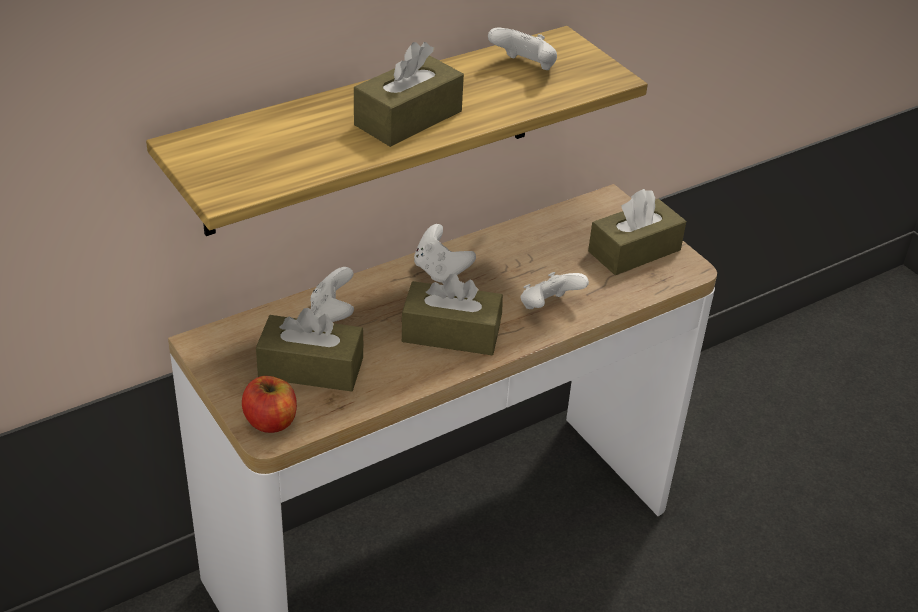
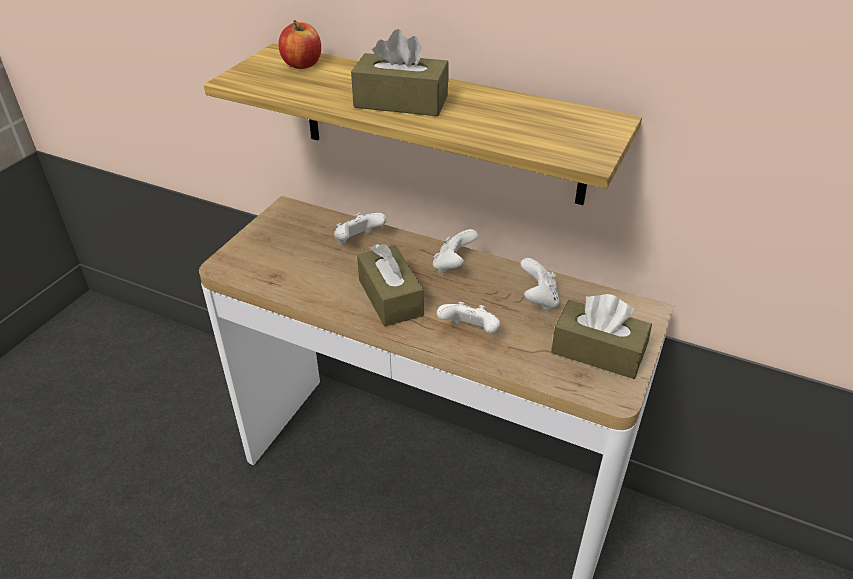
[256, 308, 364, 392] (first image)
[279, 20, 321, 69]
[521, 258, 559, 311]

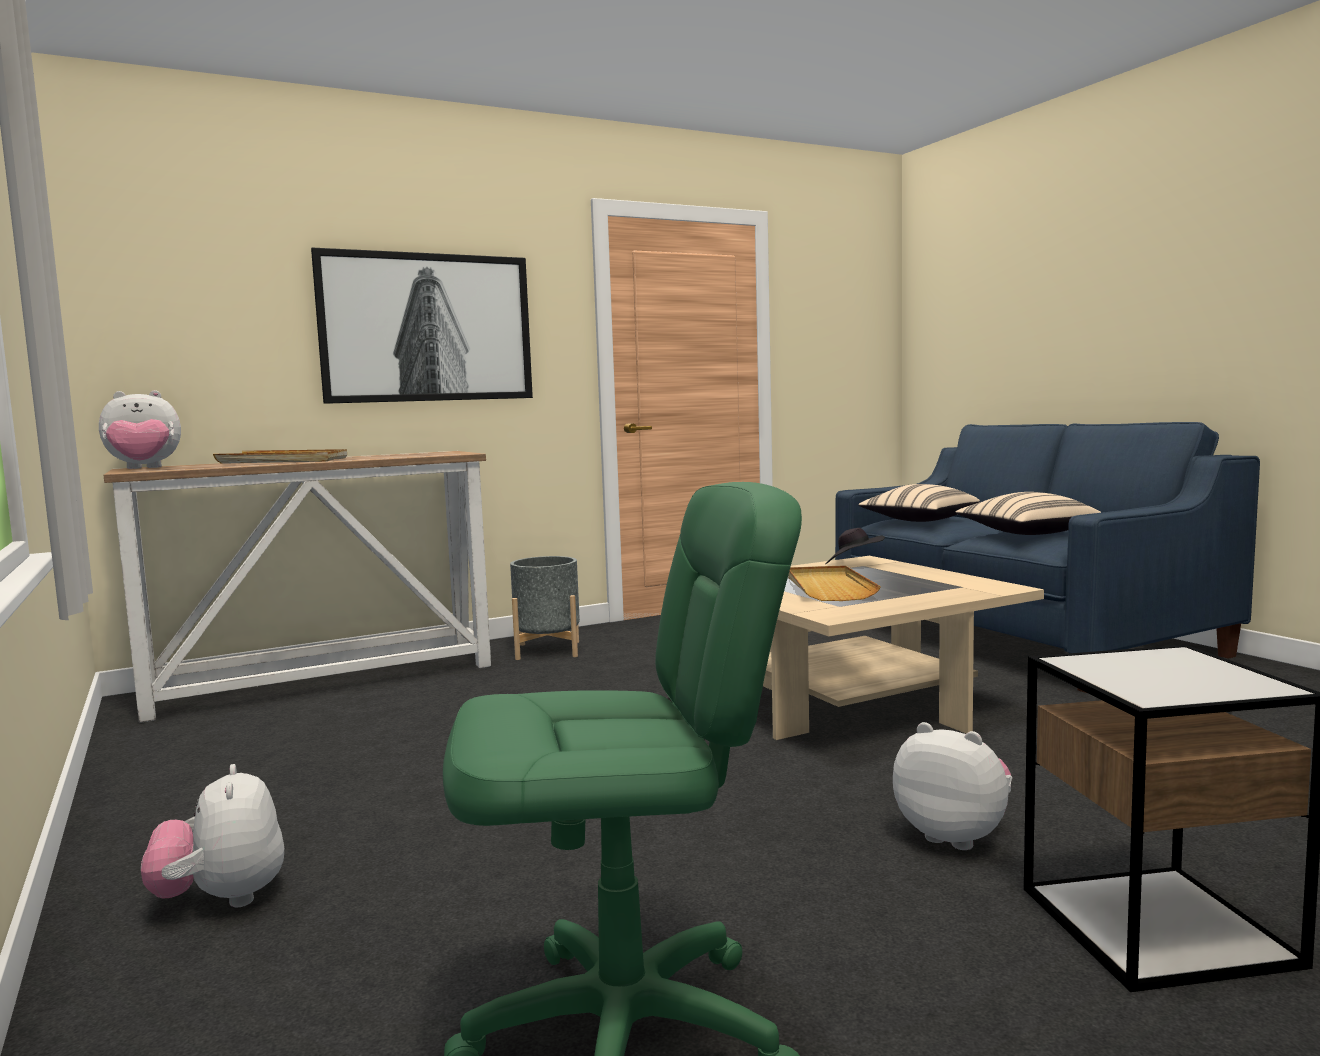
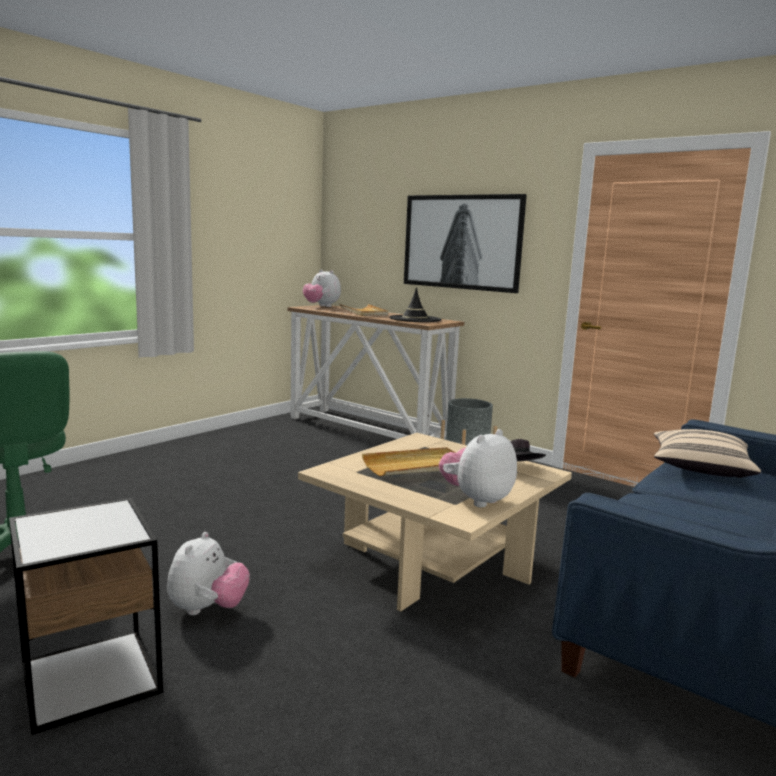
[955, 492, 1102, 535] (first image)
[390, 287, 442, 322]
[439, 429, 517, 507]

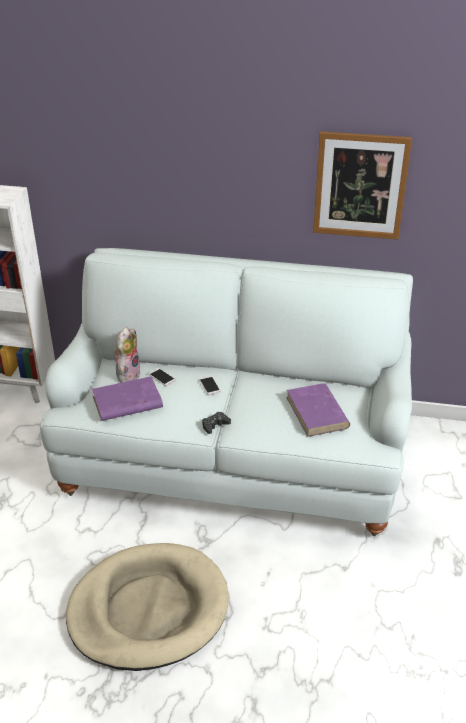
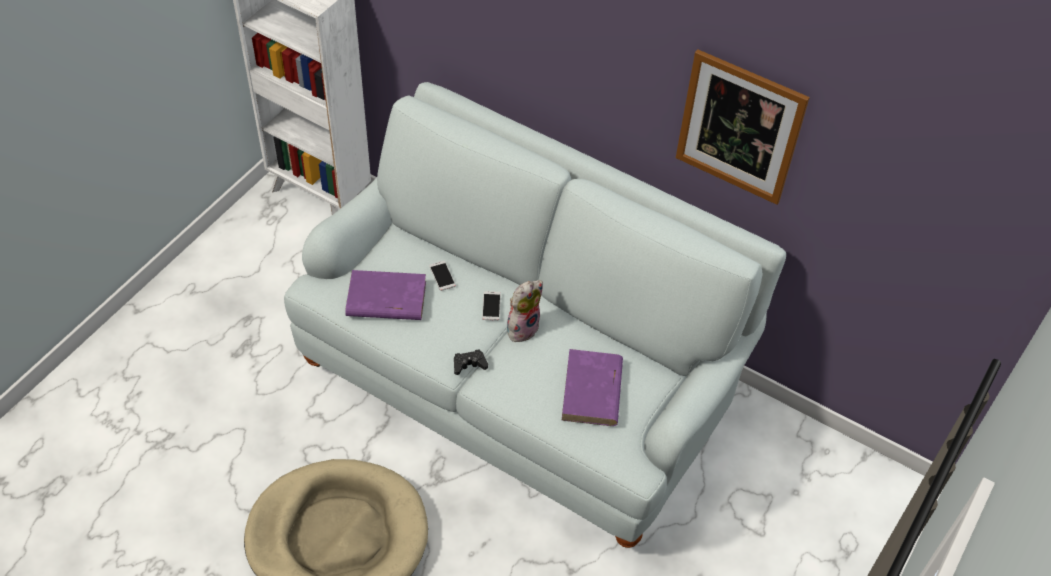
[507, 280, 543, 342]

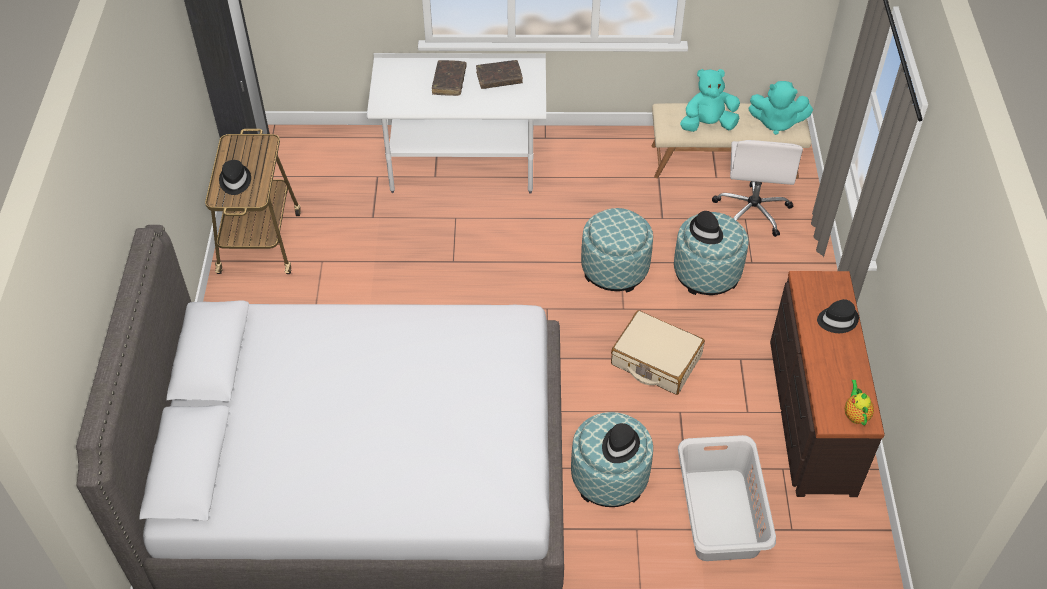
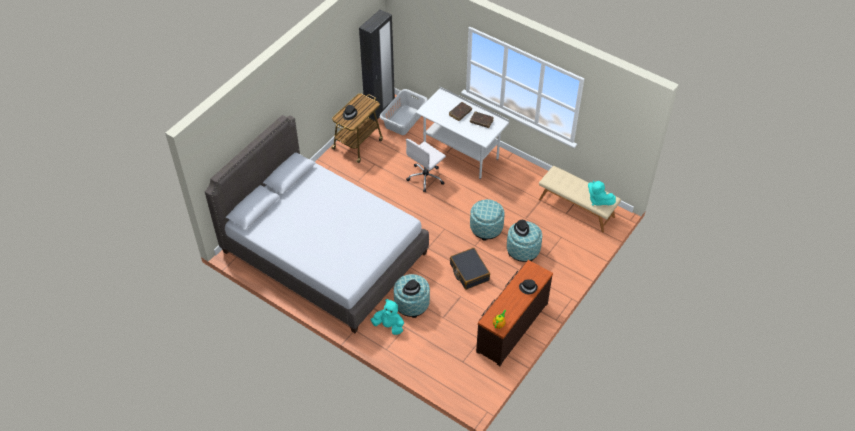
[380, 89, 428, 135]
[370, 299, 404, 335]
[406, 139, 446, 192]
[450, 248, 490, 290]

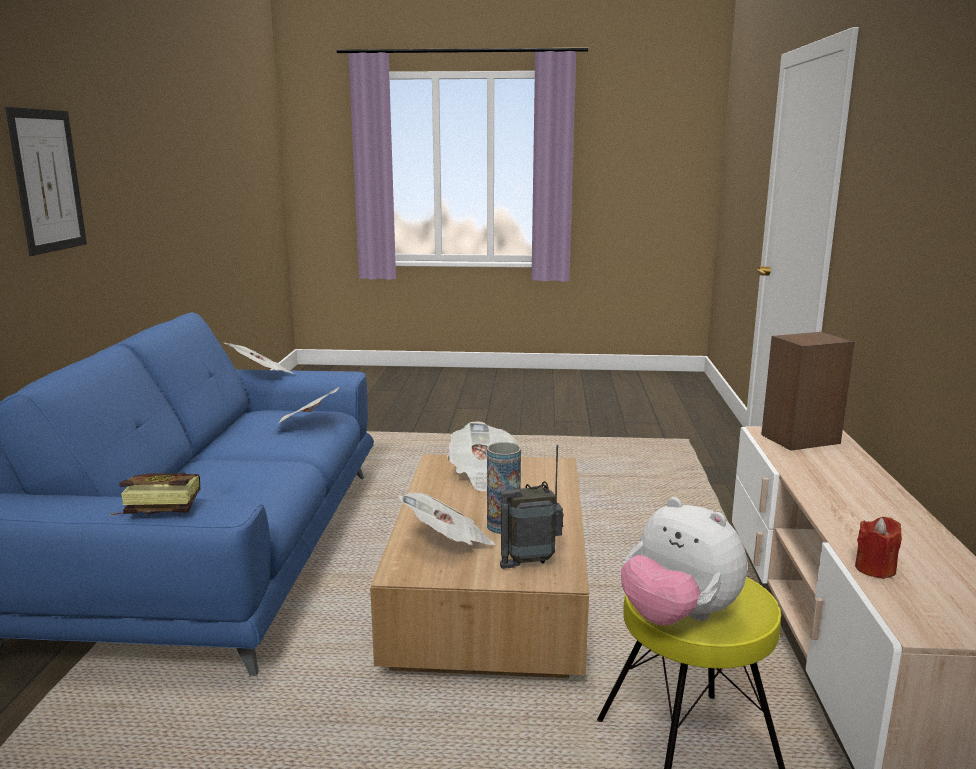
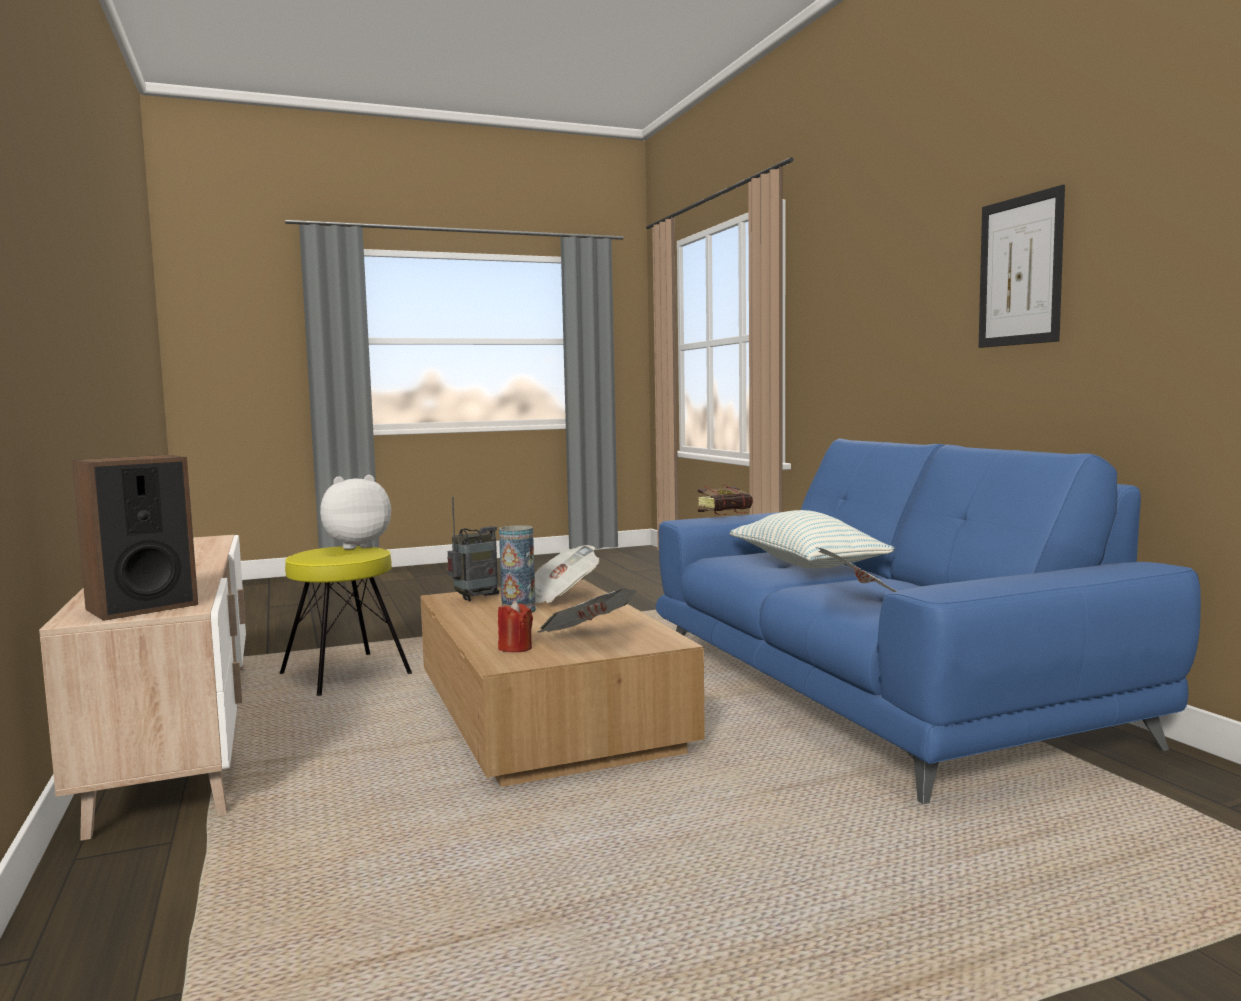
[225, 343, 295, 374] (first image)
[730, 510, 895, 569]
[498, 600, 533, 652]
[320, 475, 391, 549]

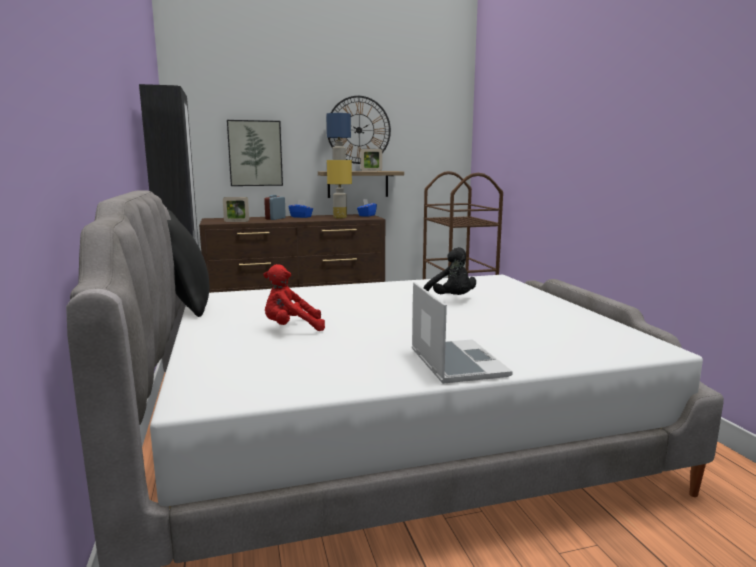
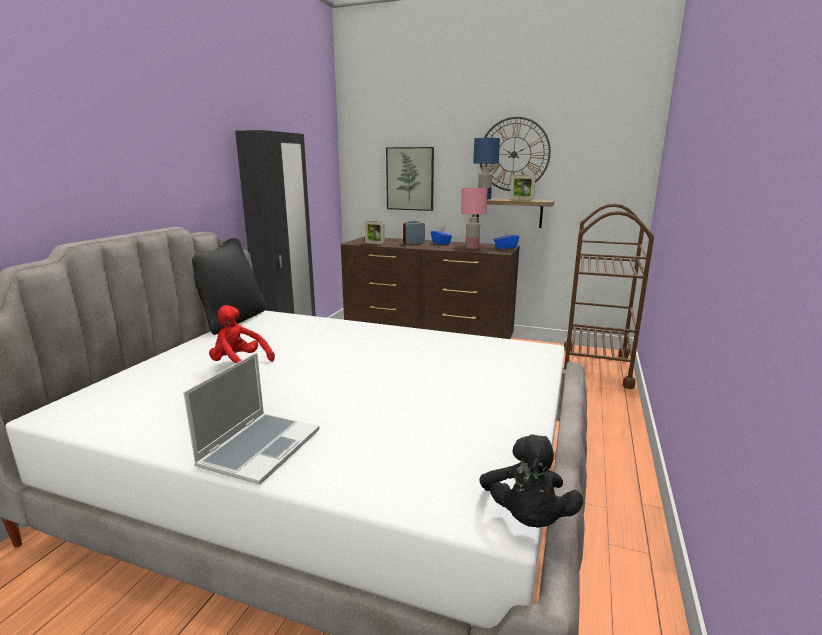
[479, 434, 583, 528]
[461, 188, 488, 249]

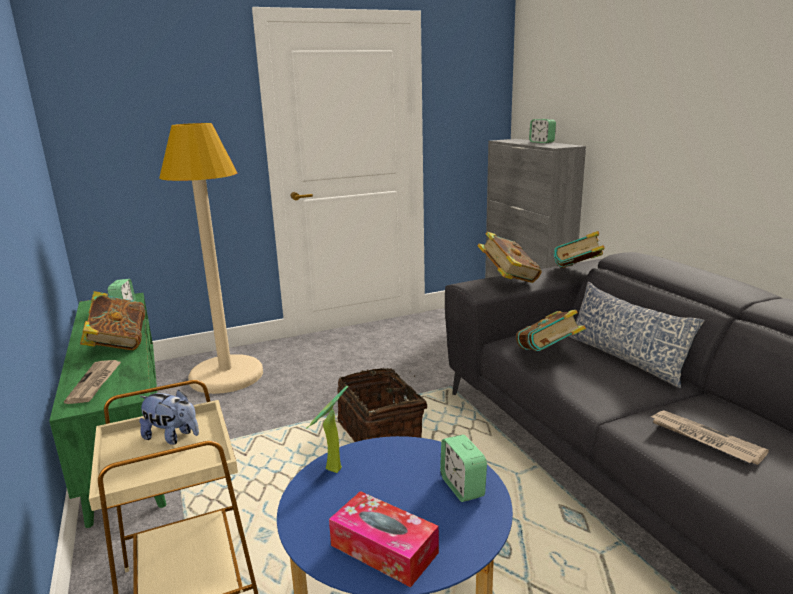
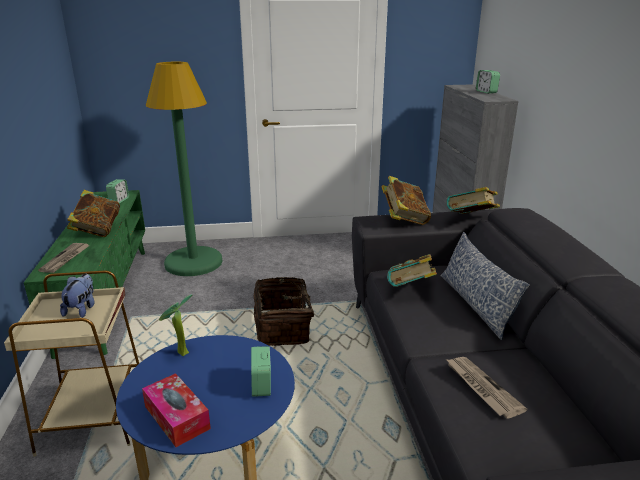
[146, 62, 223, 276]
[60, 274, 94, 318]

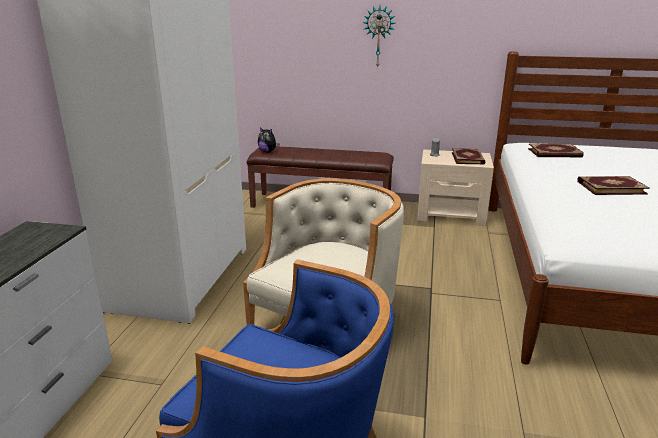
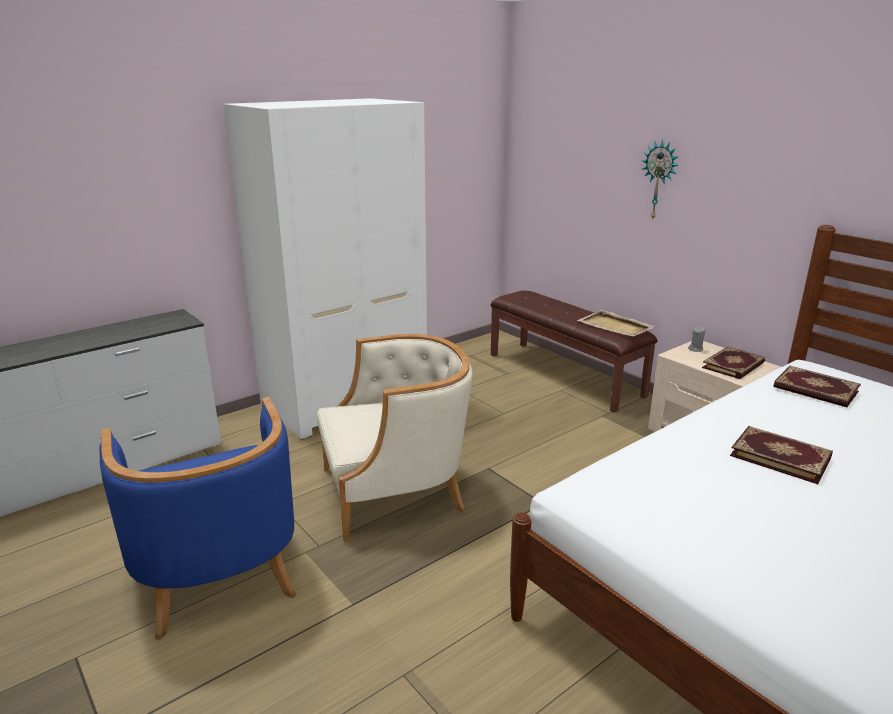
[258, 127, 279, 152] (first image)
[577, 310, 655, 337]

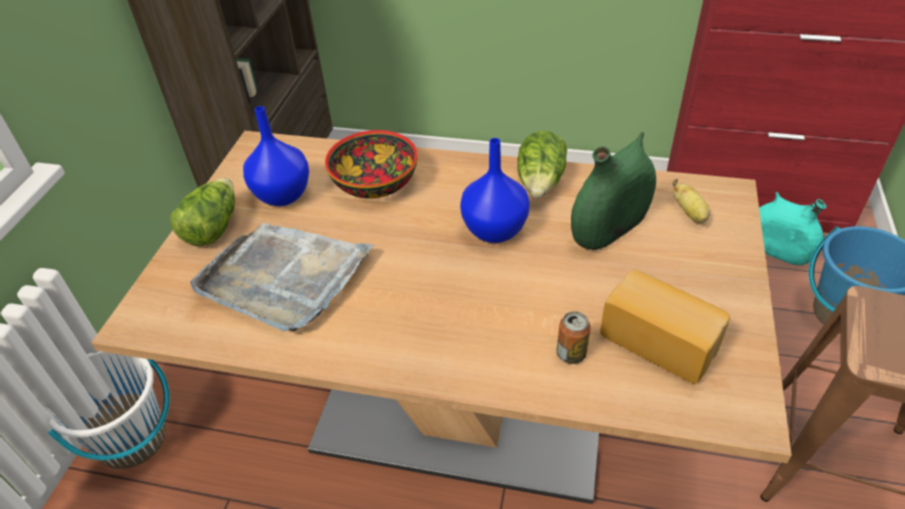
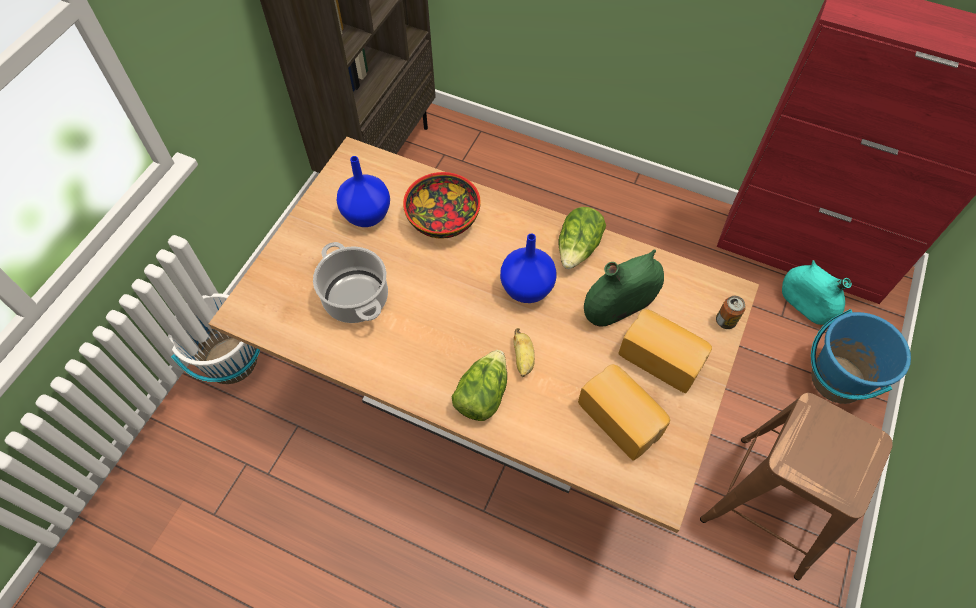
[618, 309, 712, 393]
[452, 350, 507, 421]
[716, 296, 746, 329]
[513, 328, 535, 377]
[313, 242, 388, 323]

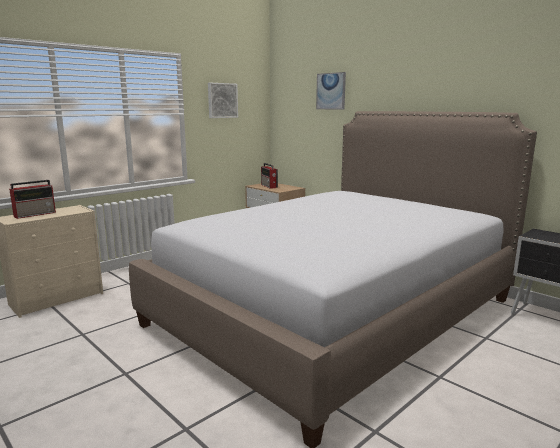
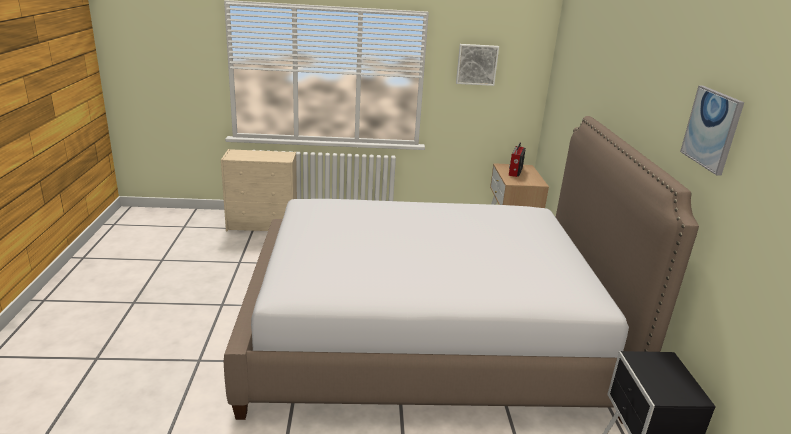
[9, 180, 56, 219] (first image)
[680, 85, 744, 176]

